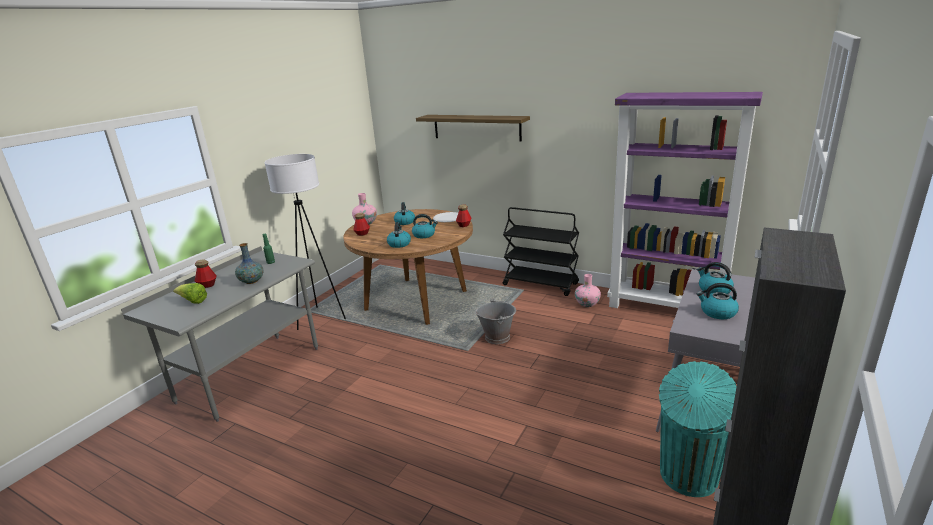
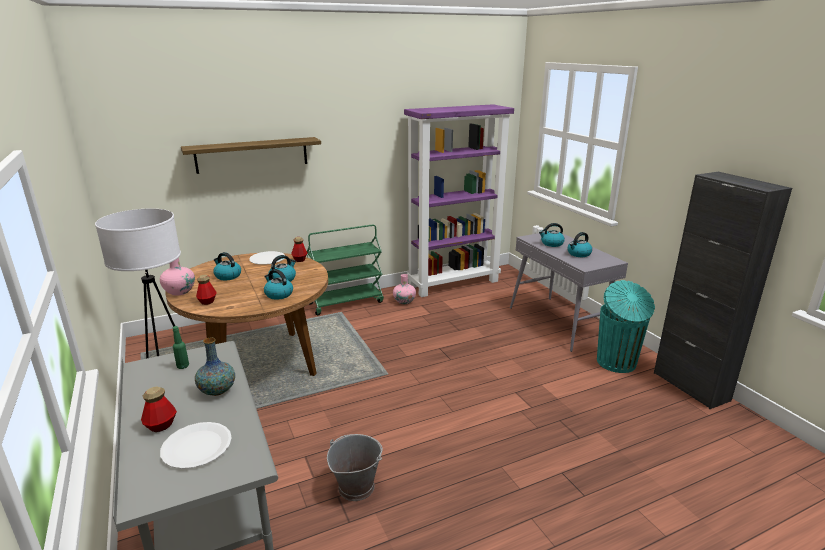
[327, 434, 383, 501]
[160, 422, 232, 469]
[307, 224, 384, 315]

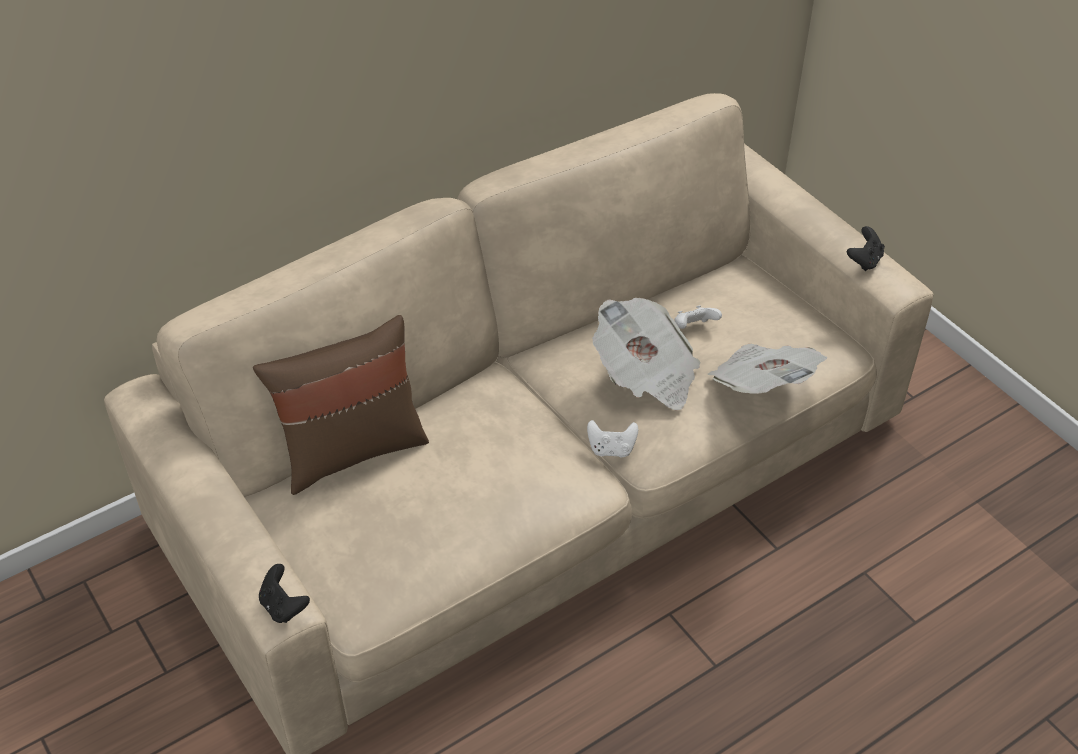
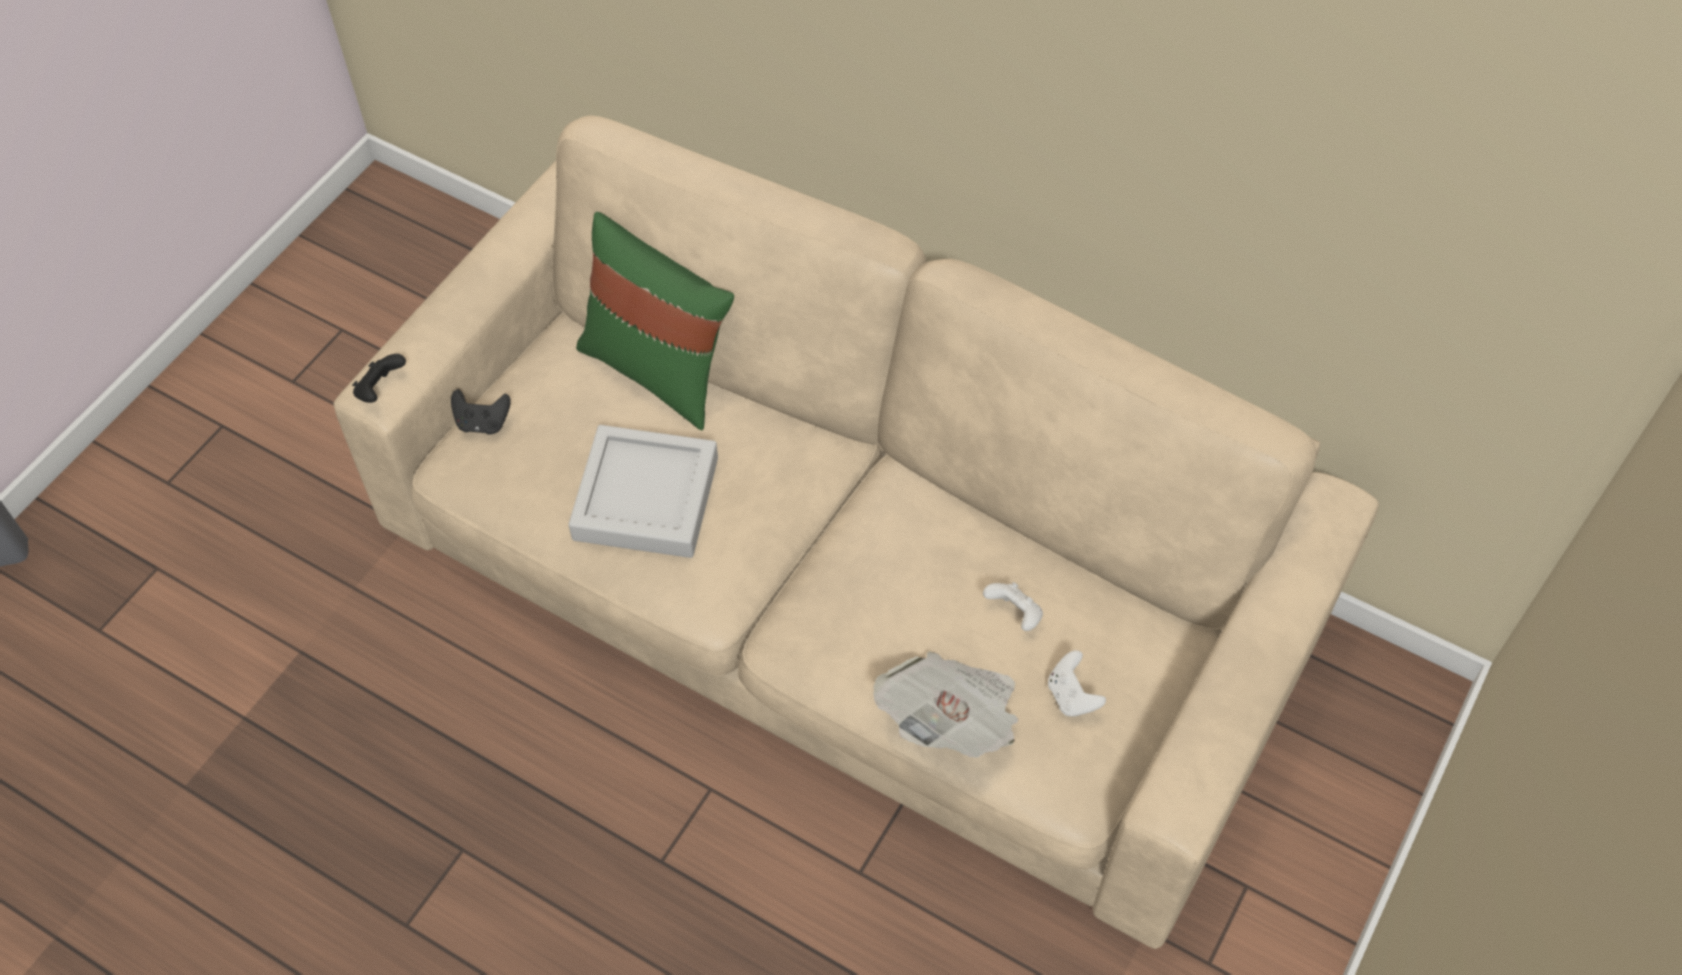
[592, 298, 701, 410] (first image)
[569, 425, 718, 558]
[1048, 650, 1106, 717]
[451, 389, 511, 435]
[576, 212, 734, 430]

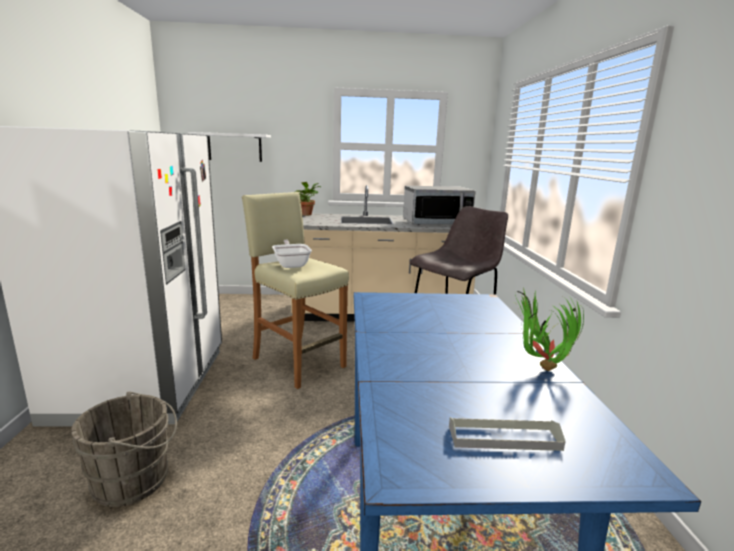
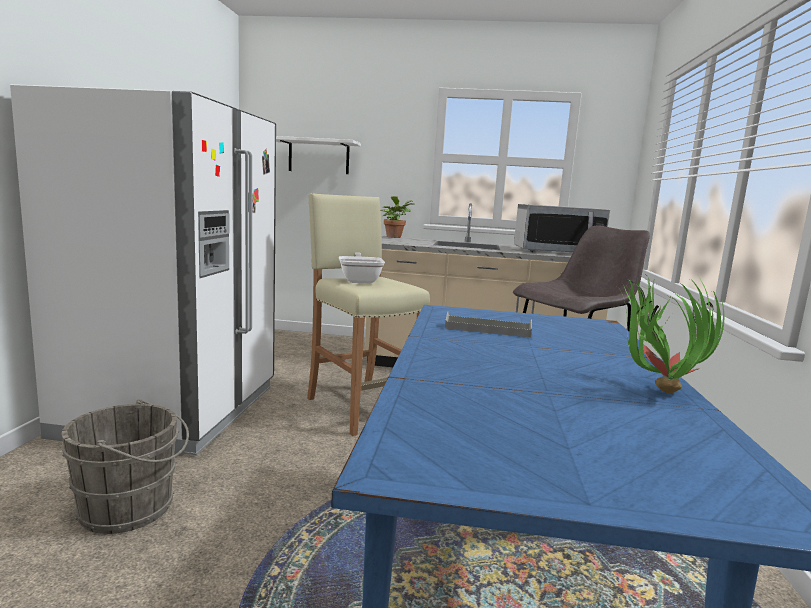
[445, 311, 532, 337]

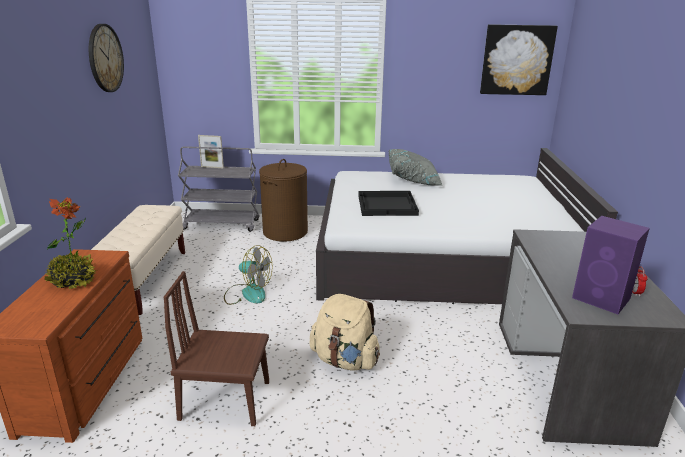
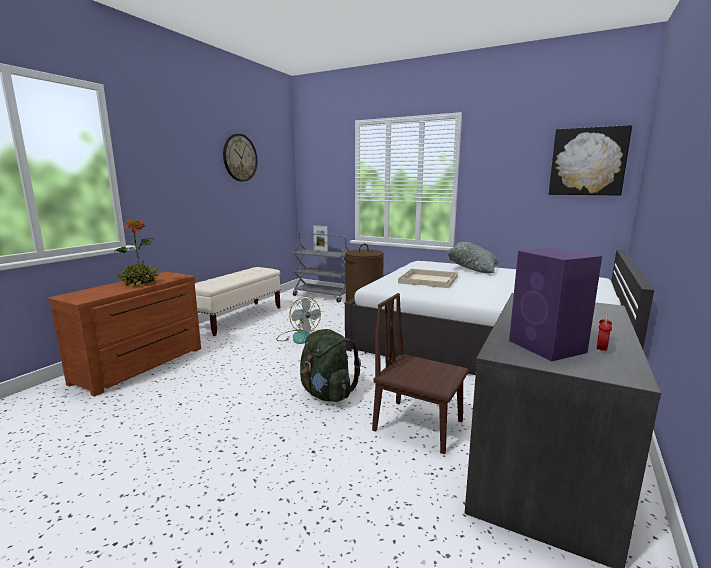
[372, 293, 469, 454]
[300, 329, 361, 402]
[398, 269, 458, 288]

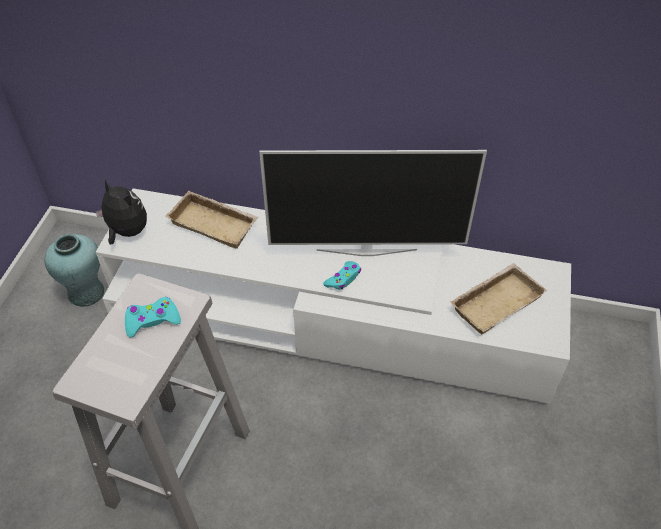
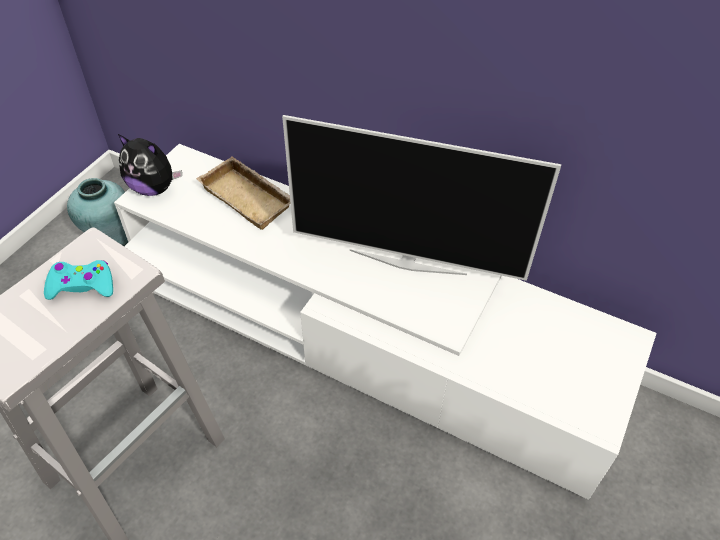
[323, 261, 361, 289] (first image)
[450, 263, 547, 334] (first image)
[118, 134, 182, 196]

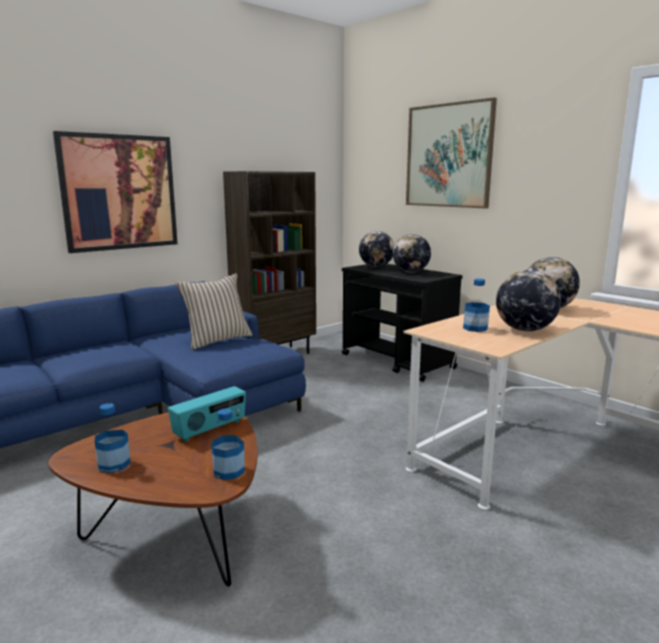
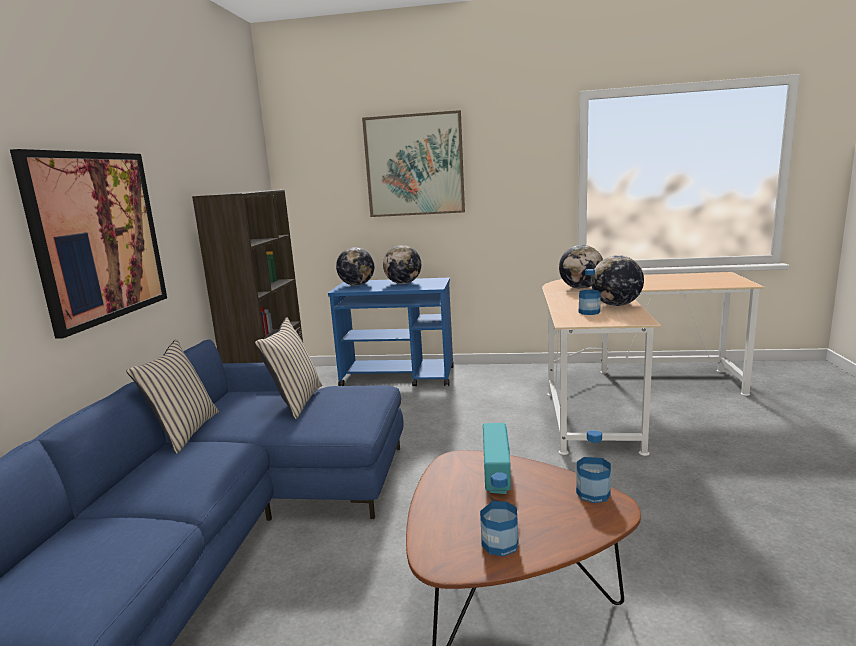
[127, 339, 219, 454]
[328, 278, 454, 386]

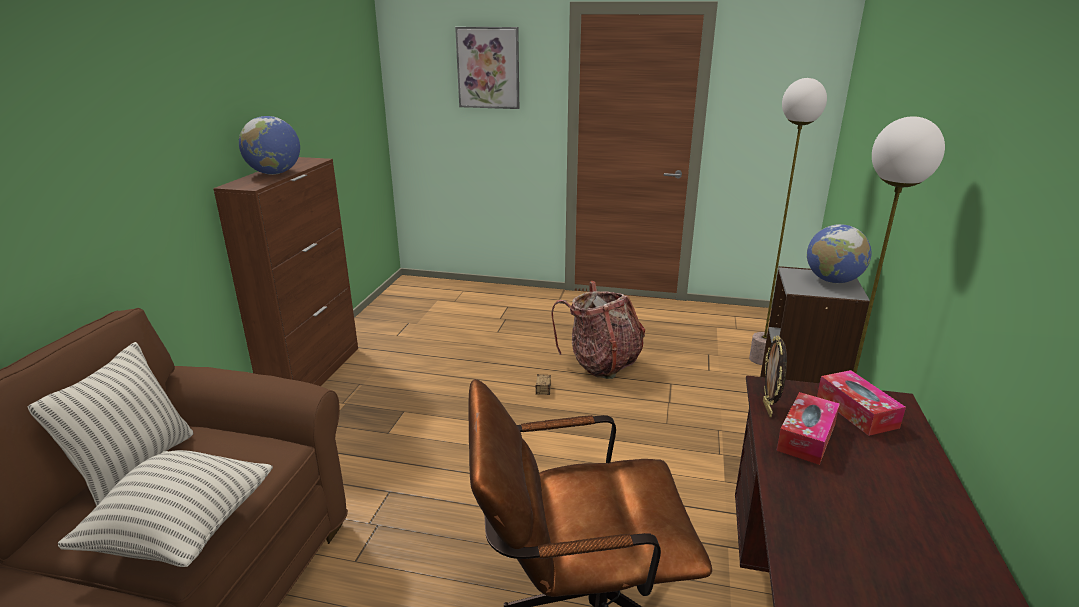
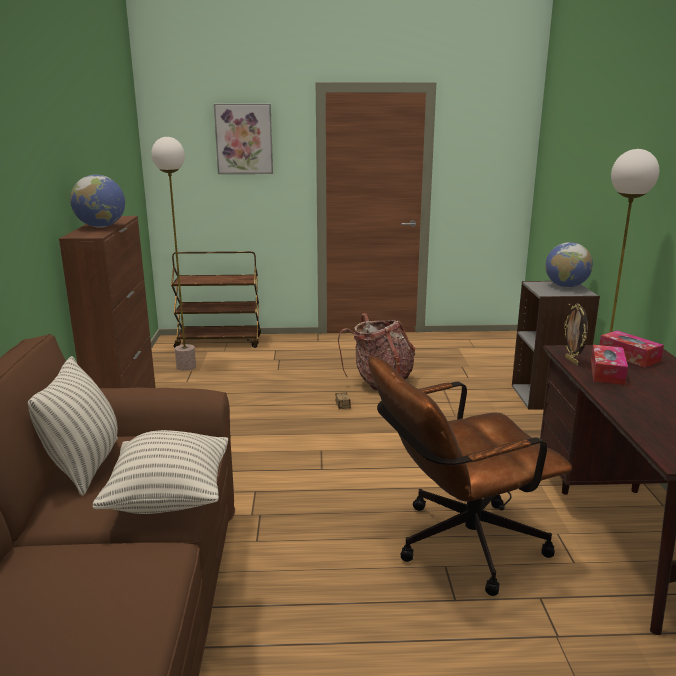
[171, 251, 261, 348]
[151, 137, 196, 371]

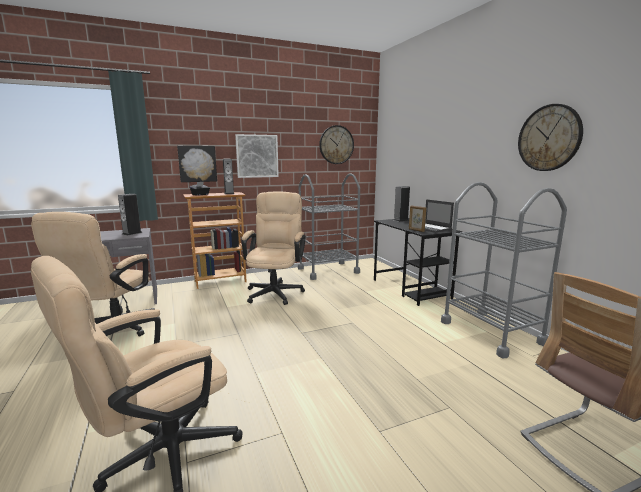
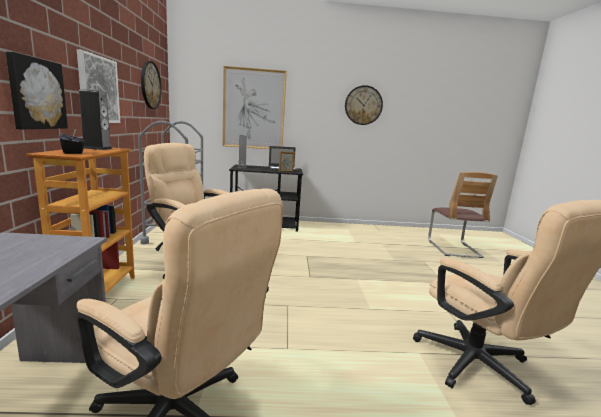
[118, 194, 142, 235] (first image)
[441, 182, 567, 358] (first image)
[223, 66, 287, 149]

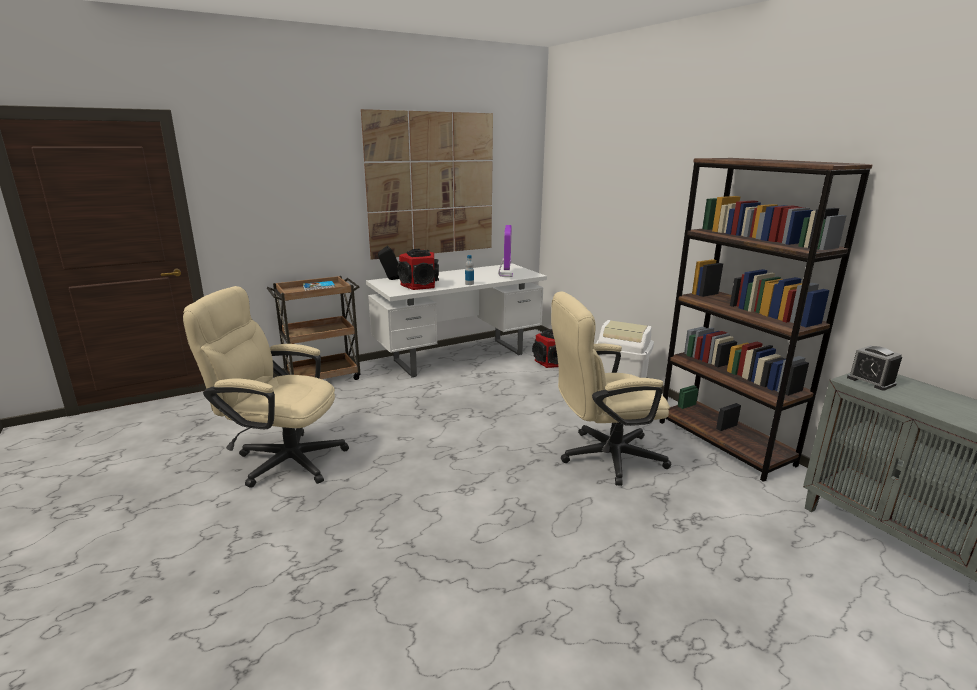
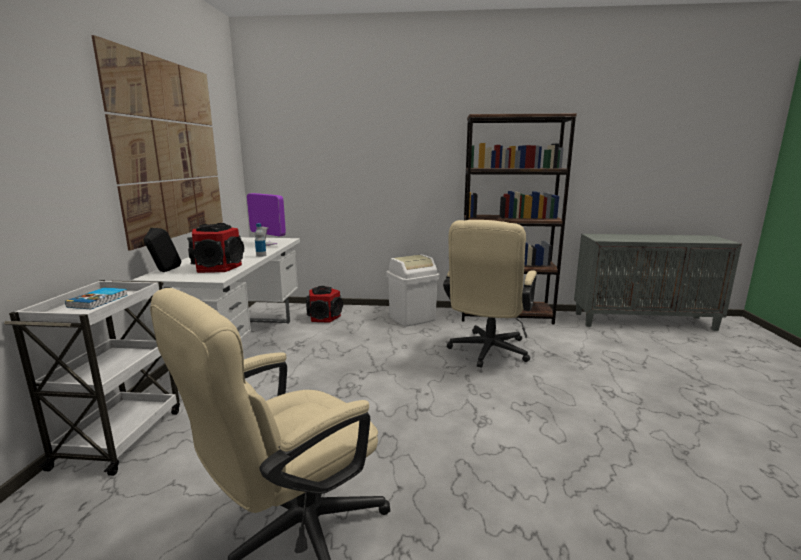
[847, 345, 902, 390] (first image)
[4, 280, 180, 476]

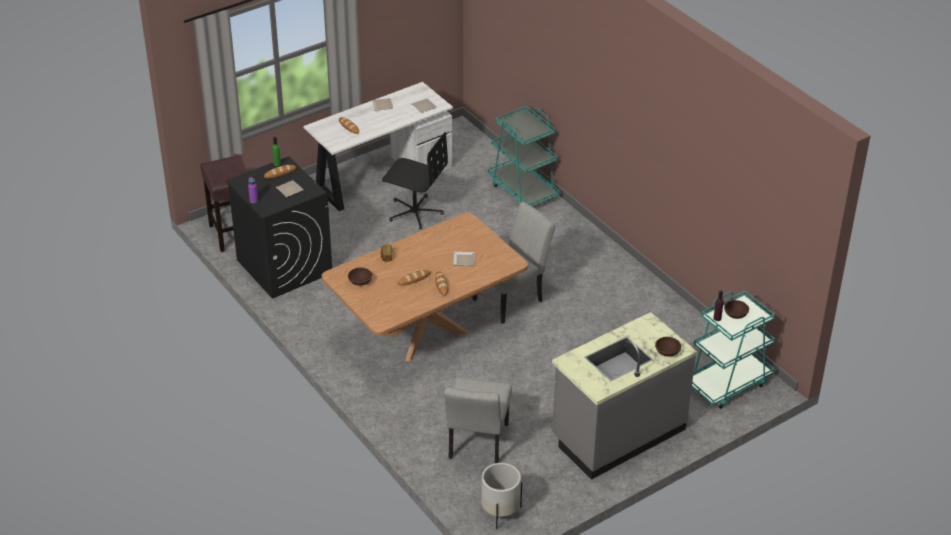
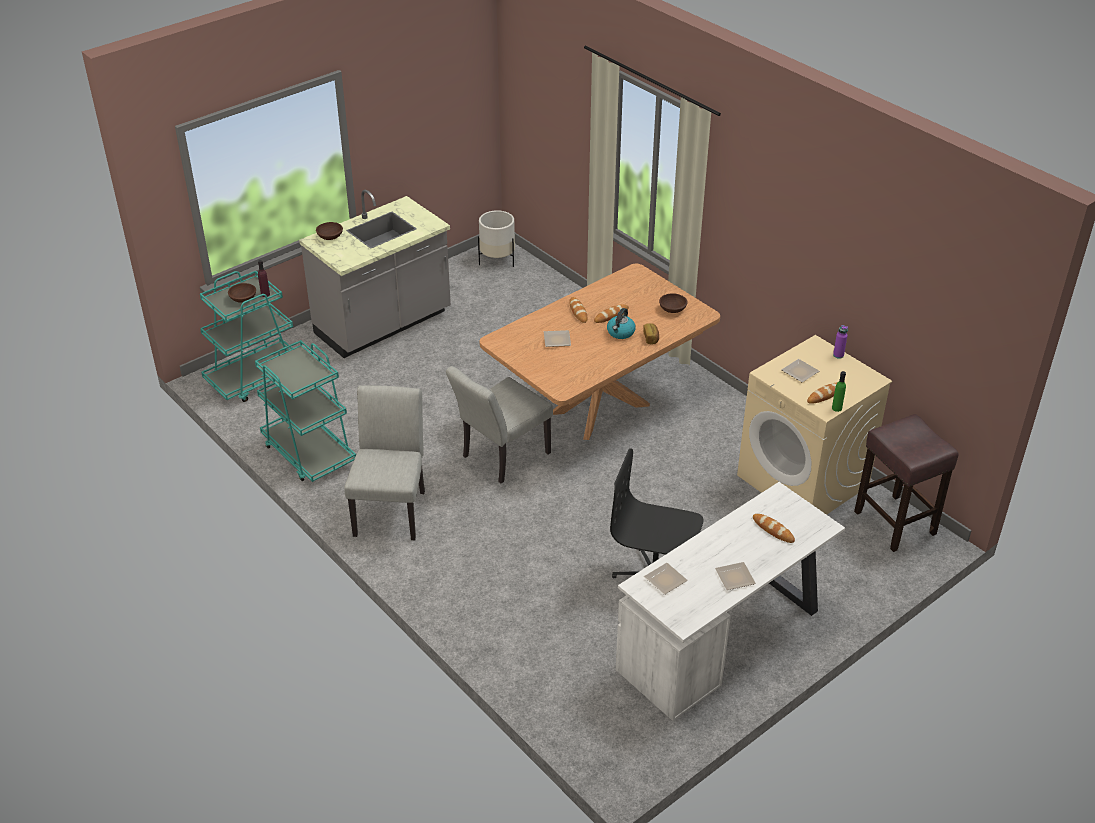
[607, 308, 636, 339]
[344, 385, 425, 540]
[255, 340, 356, 482]
[737, 335, 892, 515]

